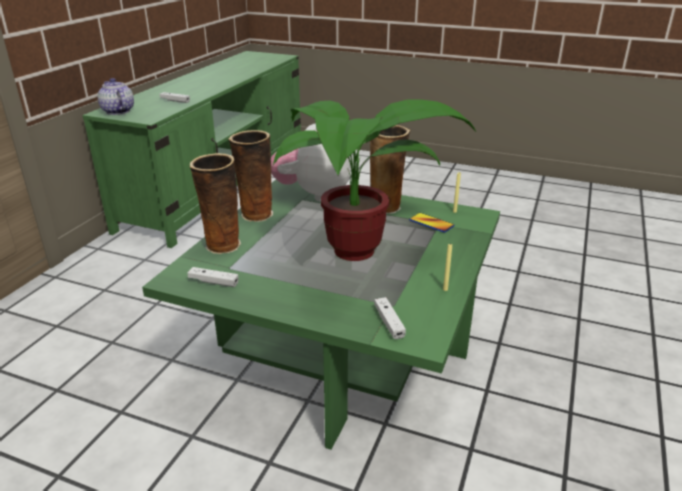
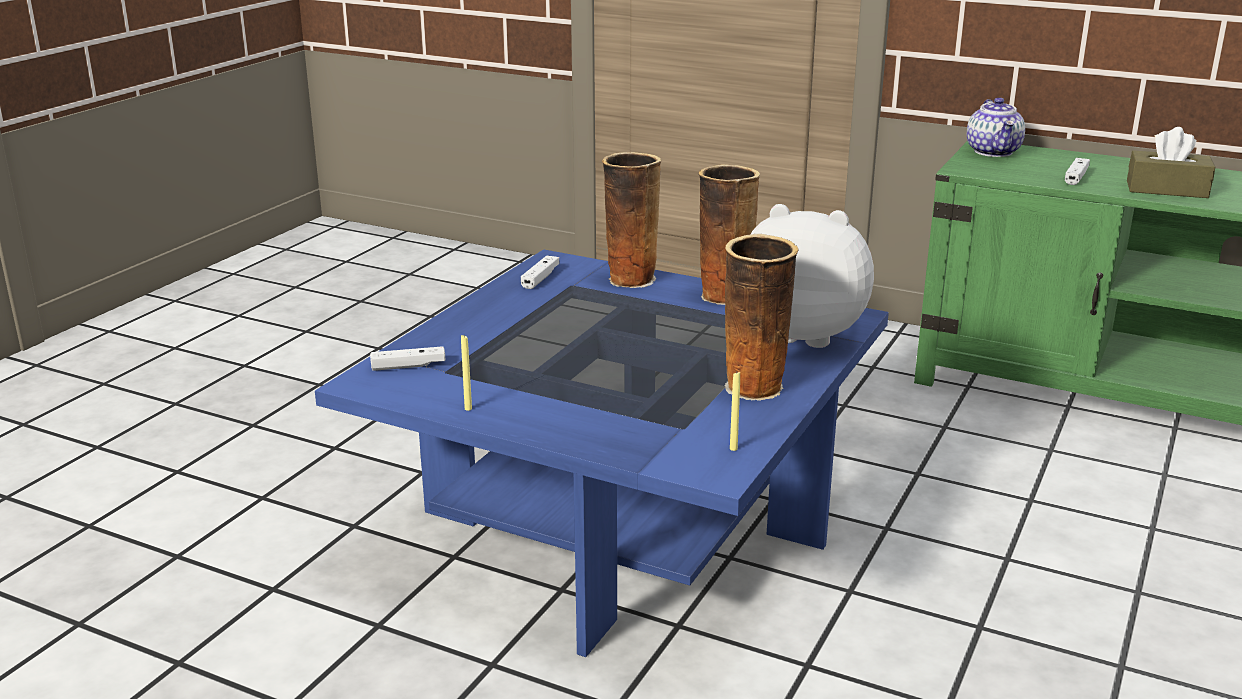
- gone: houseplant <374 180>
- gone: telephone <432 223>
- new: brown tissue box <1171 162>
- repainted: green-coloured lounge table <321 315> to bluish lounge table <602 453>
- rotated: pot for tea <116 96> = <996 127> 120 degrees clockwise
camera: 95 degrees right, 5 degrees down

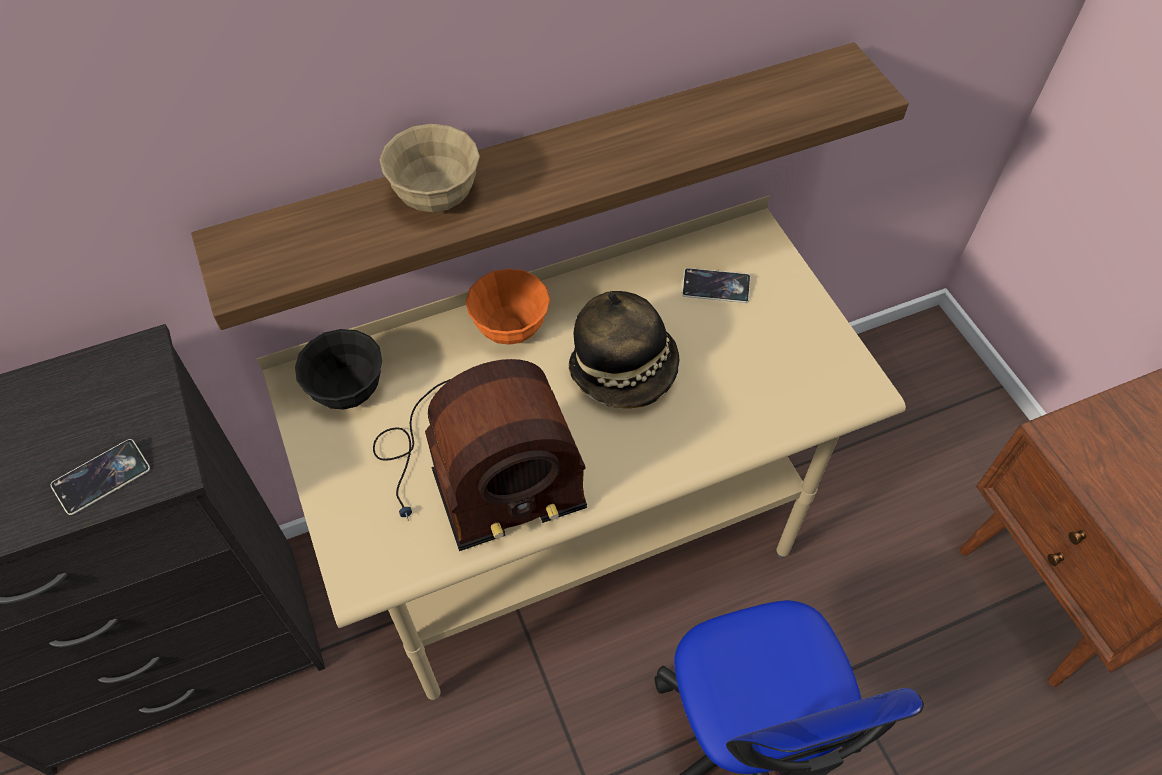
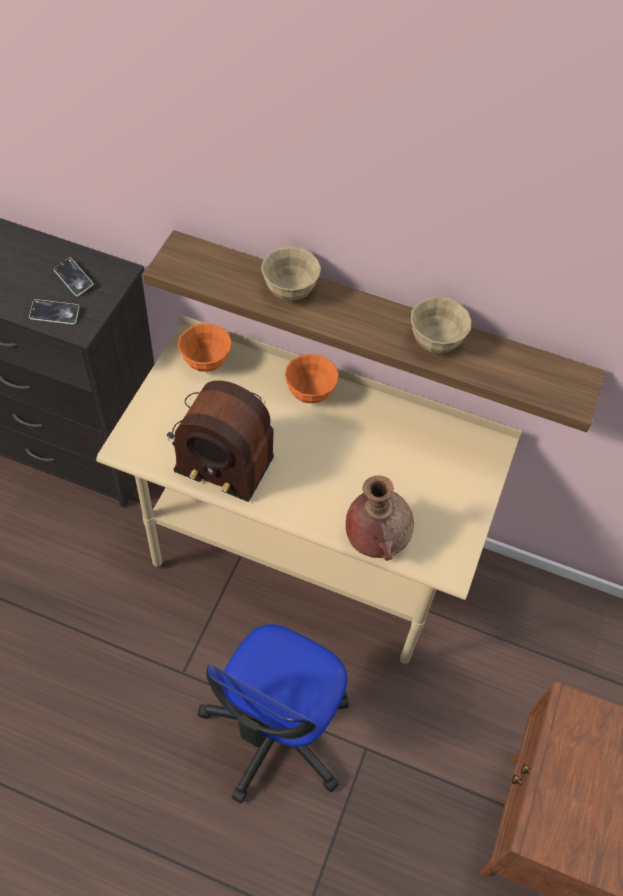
- gone: hat <624 349>
- new: brown decorative vase <380 518>
- new: sand-coloured serving bowl <441 325>
- shifted: telephone <716 285> to <73 277>
- repainted: black-coloured serving bowl <338 369> to orangey serving bowl <205 347>
camera: 40 degrees right, 0 degrees up

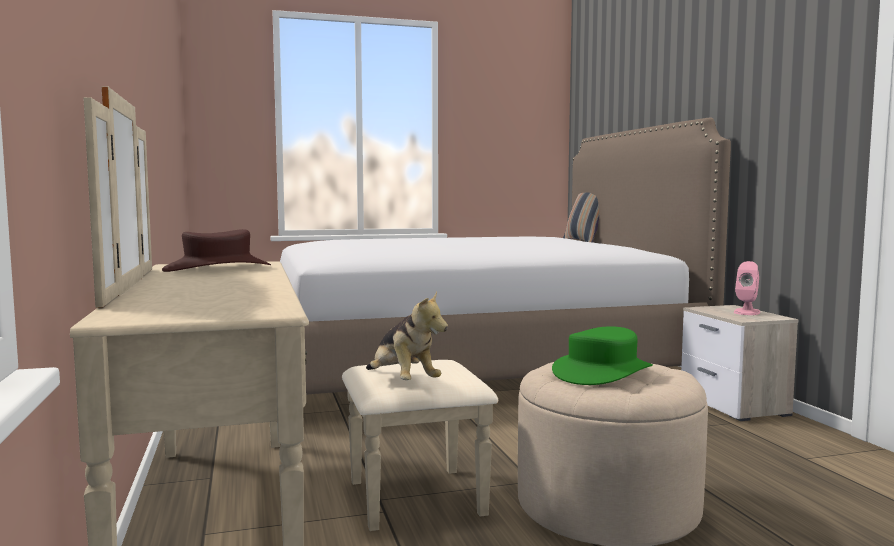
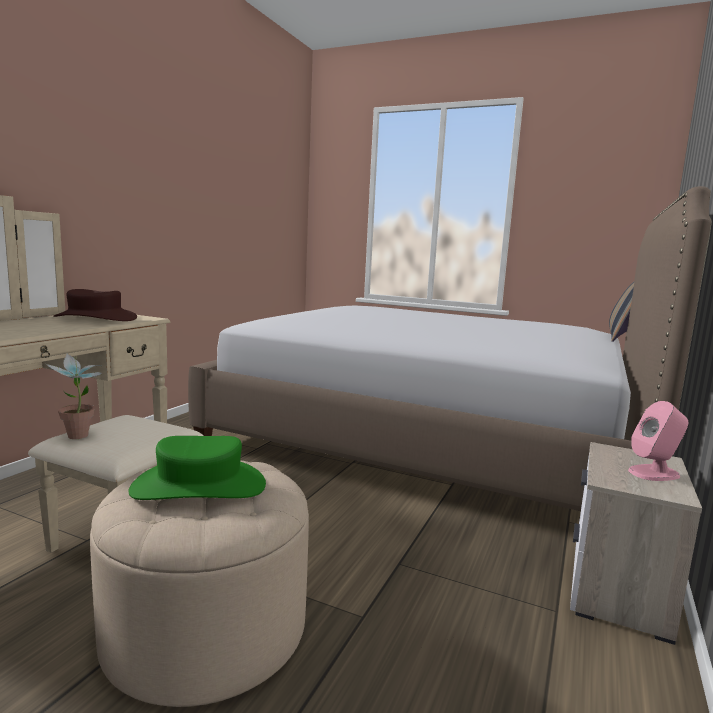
- swapped: cuddly toy <407 335> to houseplant <74 396>
camera: 40 degrees right, 5 degrees up

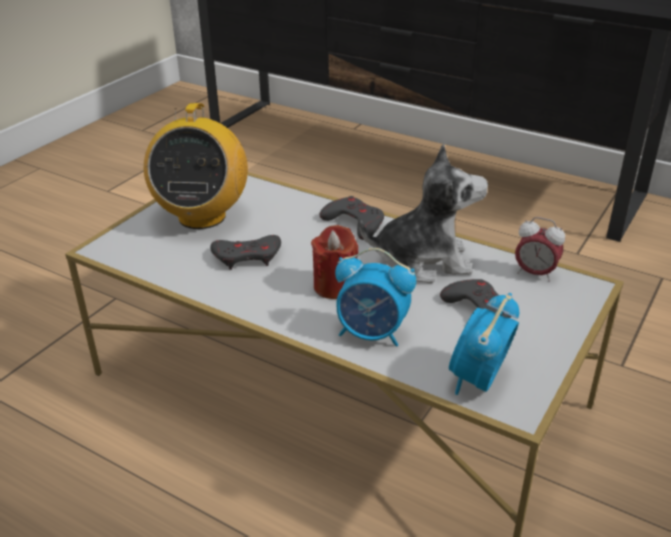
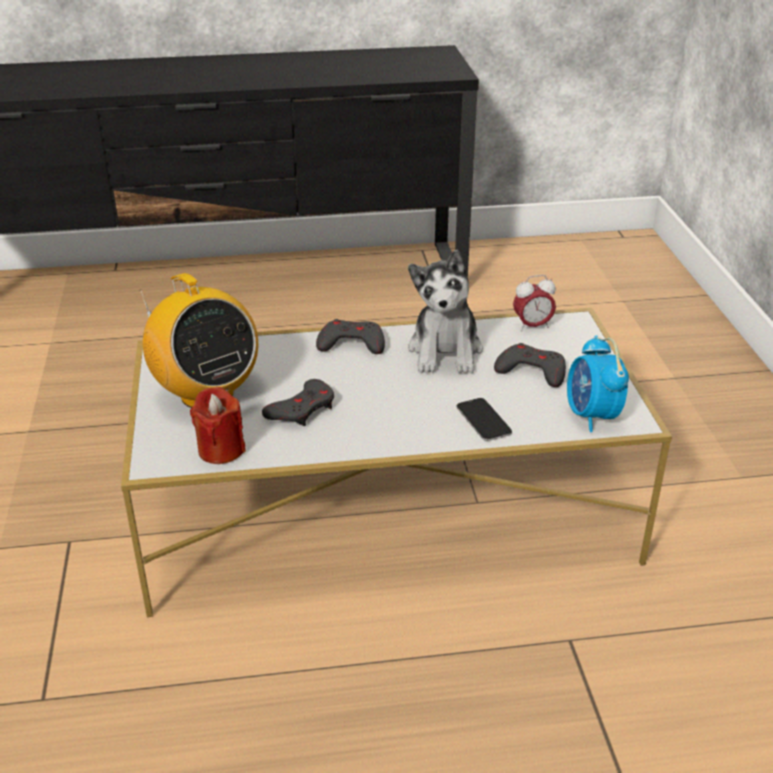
- shifted: red wax light <334 262> to <218 425>
- swapped: alarm clock <375 297> to telephone <484 419>
- rotated: cuddly toy <424 213> = <445 312> 135 degrees clockwise
camera: 40 degrees left, 0 degrees up

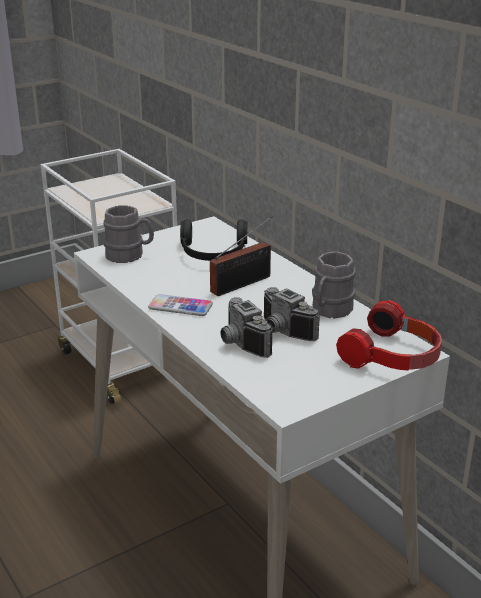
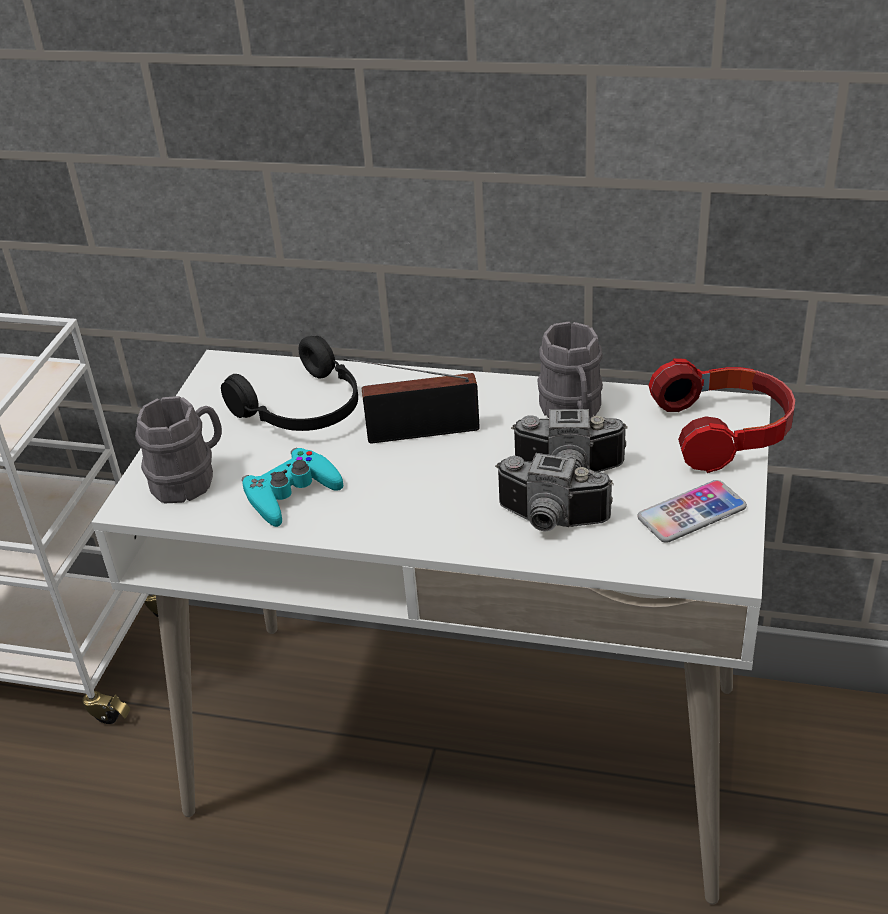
- new: turquoise-coloured gamepad <292 487>
- shifted: telephone <180 305> to <692 511>
- rotated: radio receiver <241 256> = <411 400> 105 degrees counterclockwise
camera: 40 degrees left, 10 degrees up

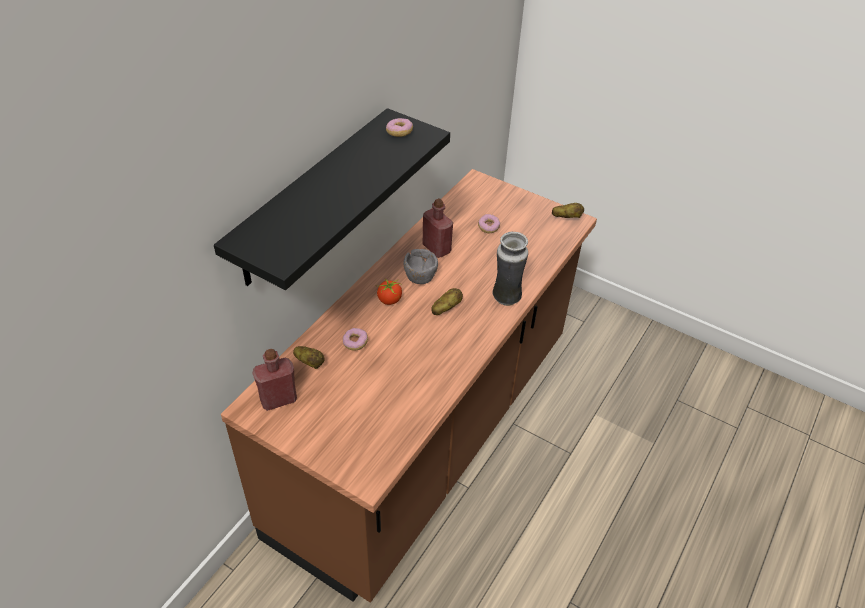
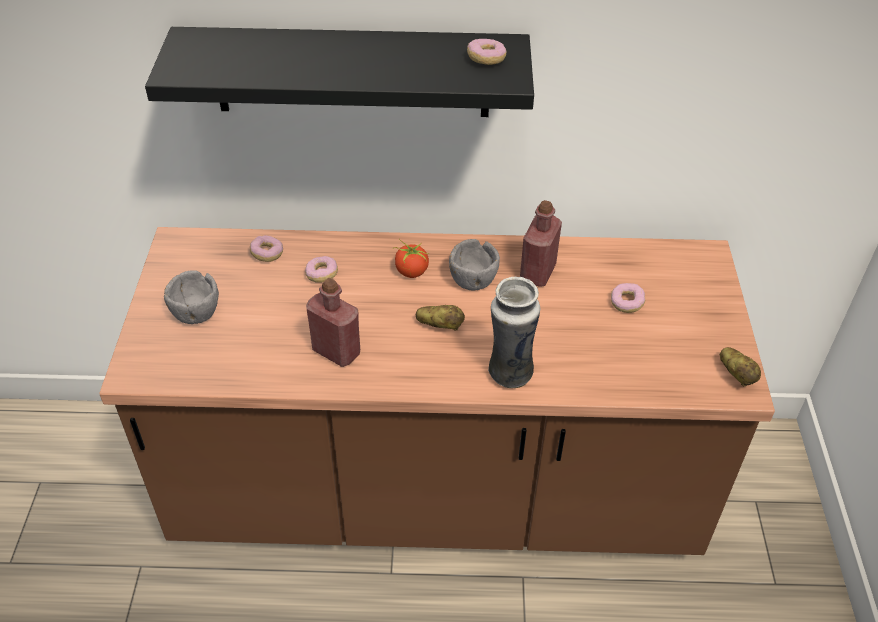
- new: grey serving bowl <191 297>
- shifted: red drink bottle <274 380> to <333 322>
- swapped: potato <308 357> to doughnut <266 248>
camera: 60 degrees right, 0 degrees up

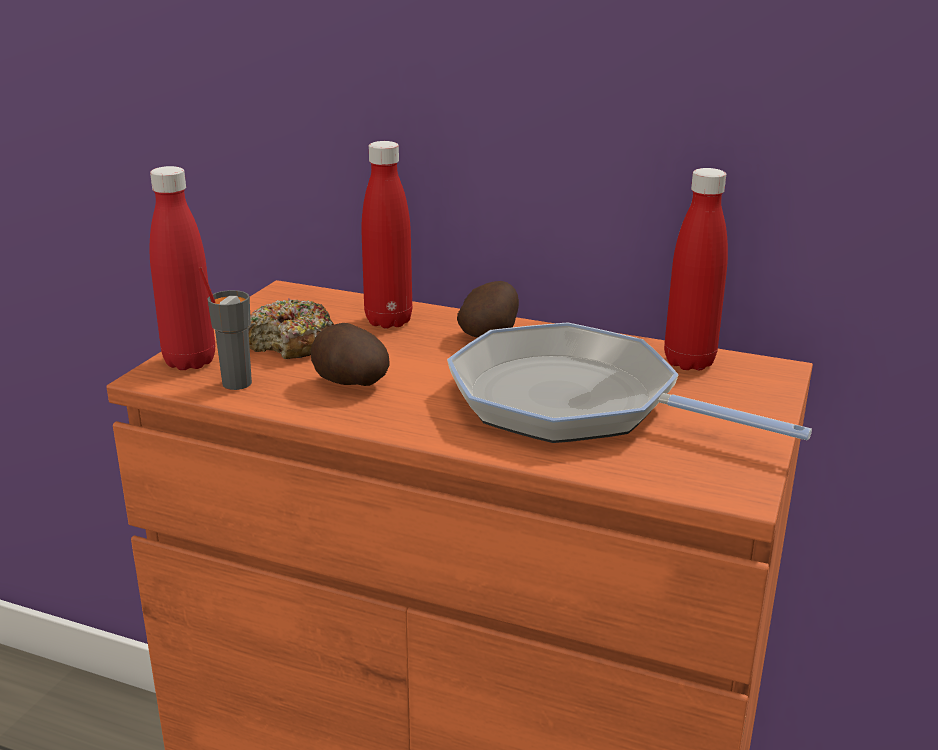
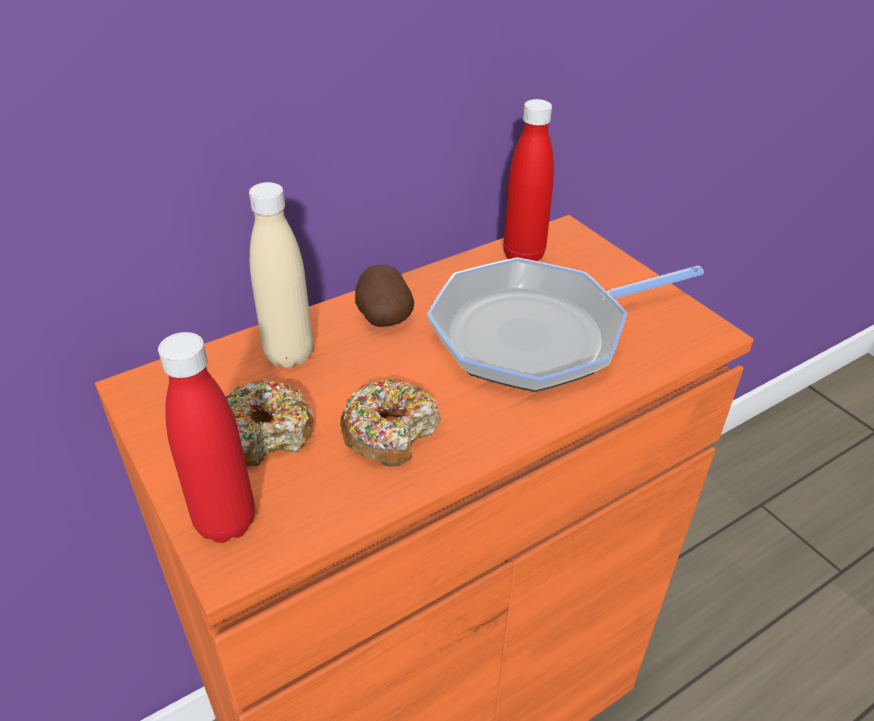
- gone: grey cup <225 328>
- swapped: potato <350 354> to doughnut <390 423>
- repainted: red drink bottle <387 234> to sand-coloured drink bottle <281 275>
camera: 55 degrees left, 15 degrees up

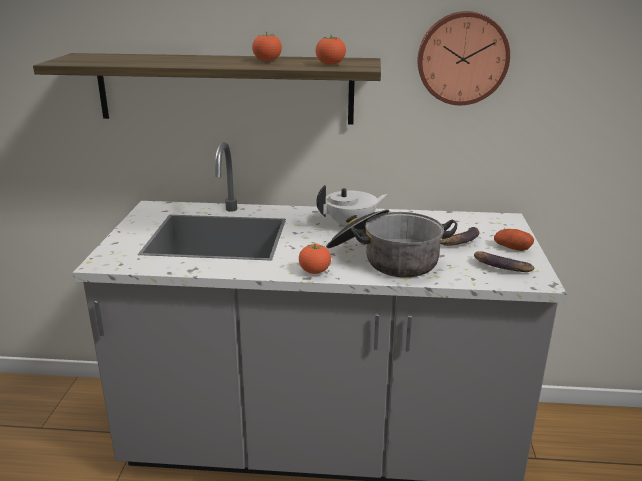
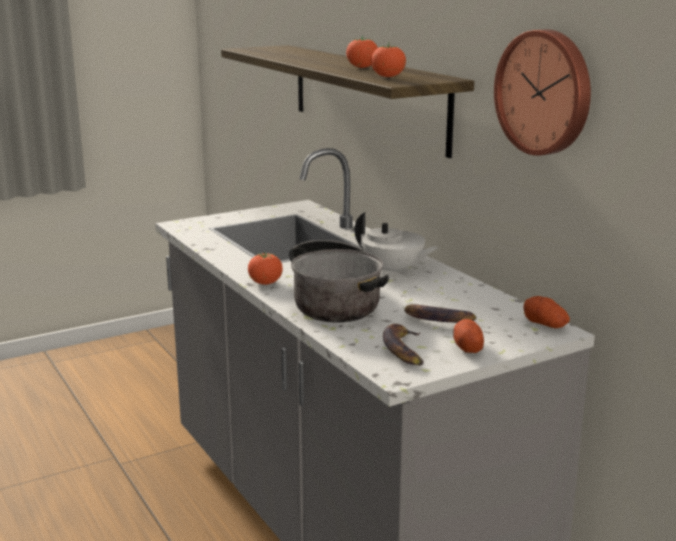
- new: potato <547 312>
camera: 55 degrees right, 5 degrees down

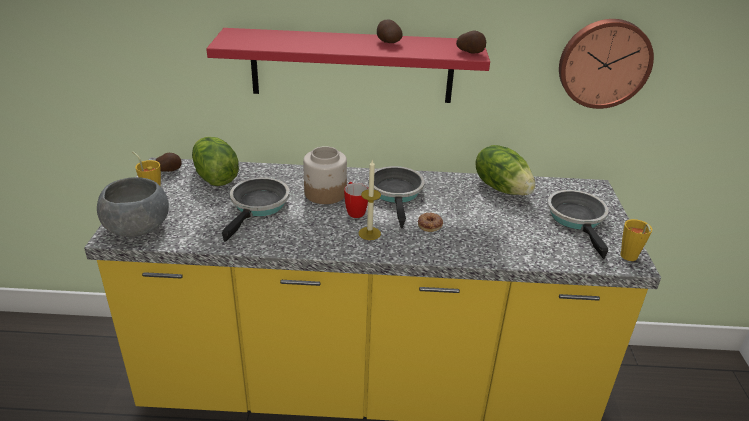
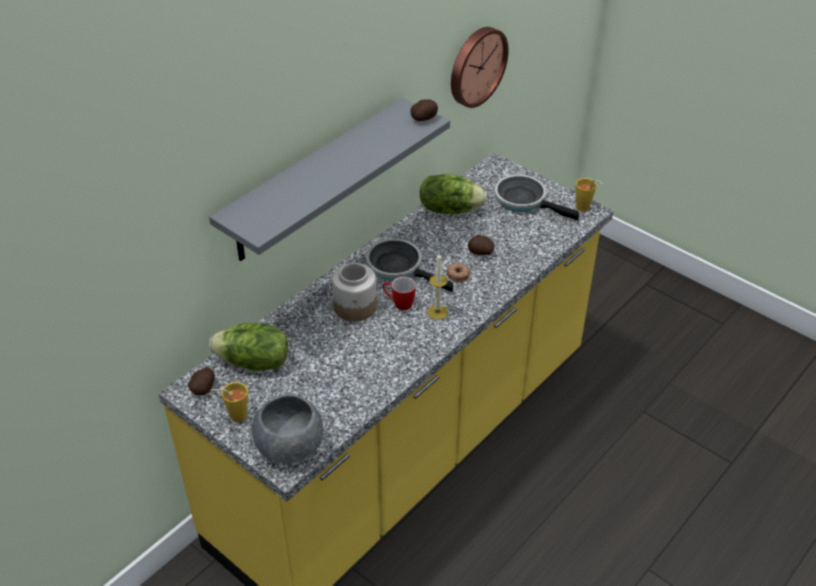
- gone: frying pan <256 209>
- shifted: potato <390 31> to <481 245>
- repainted: red wall shelf <348 65> to grey wall shelf <329 179>
camera: 50 degrees left, 10 degrees up

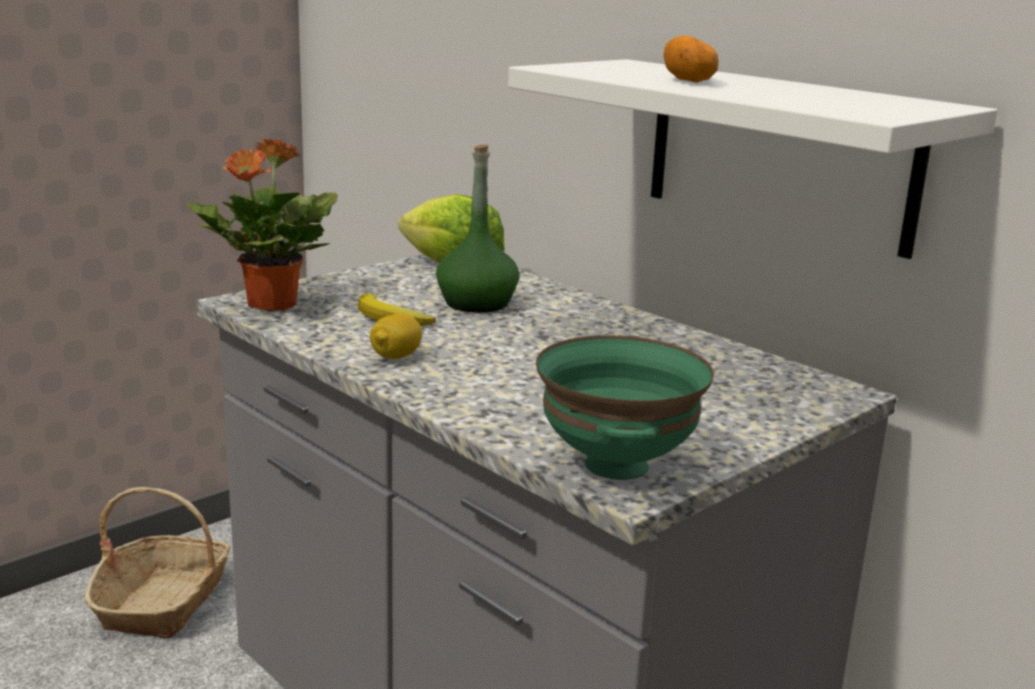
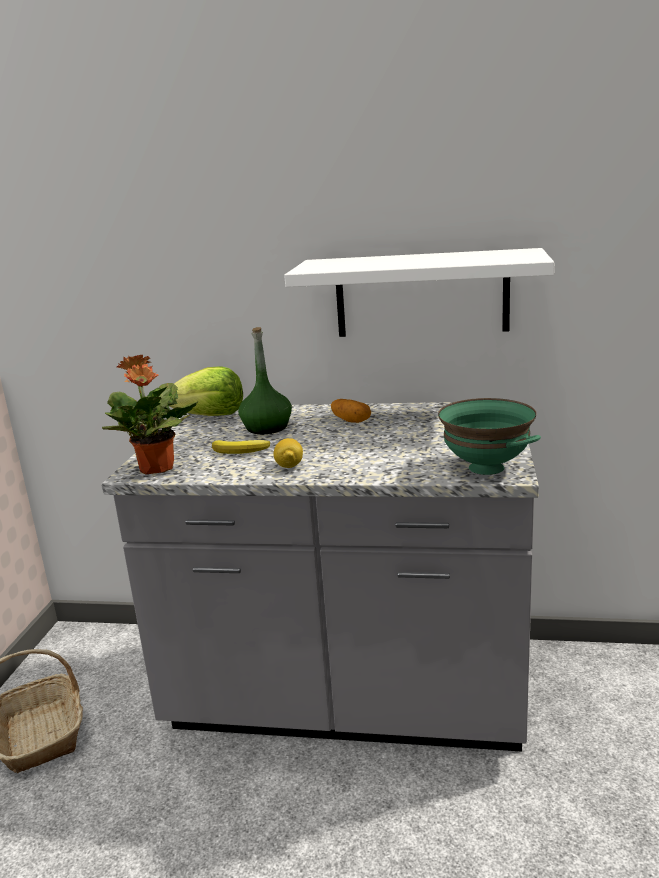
- shifted: potato <691 59> to <351 411>
camera: 35 degrees left, 0 degrees up

